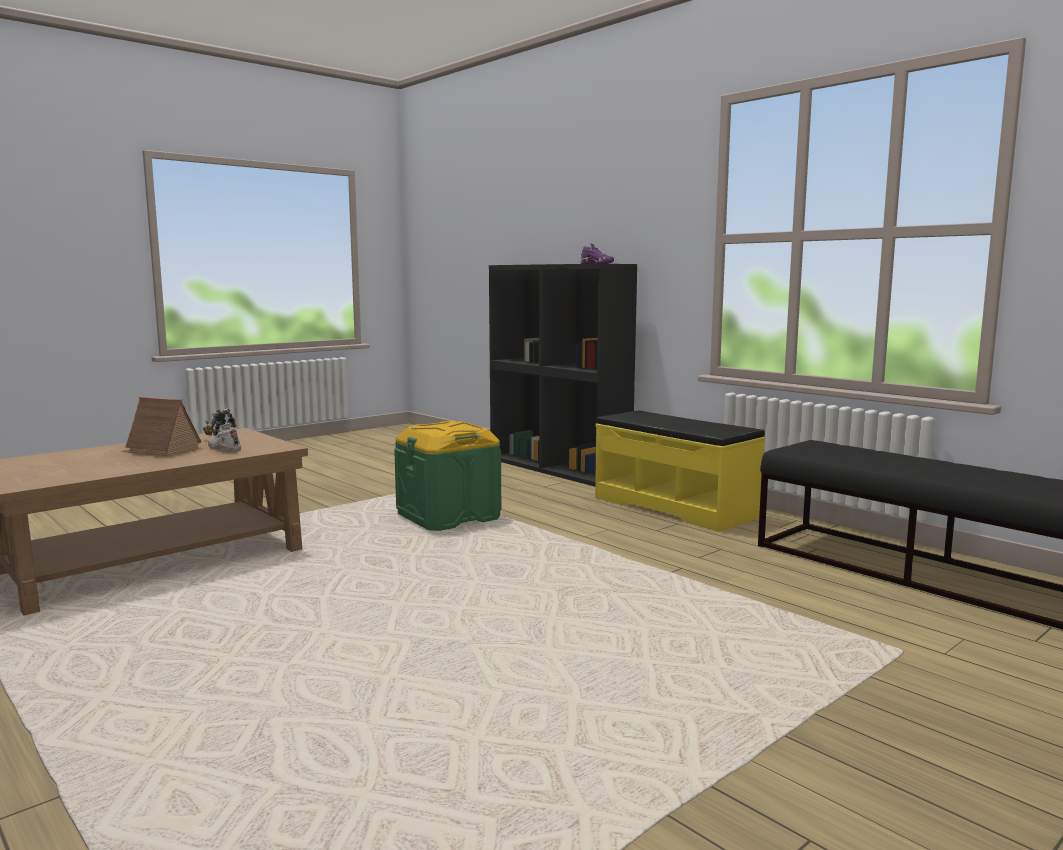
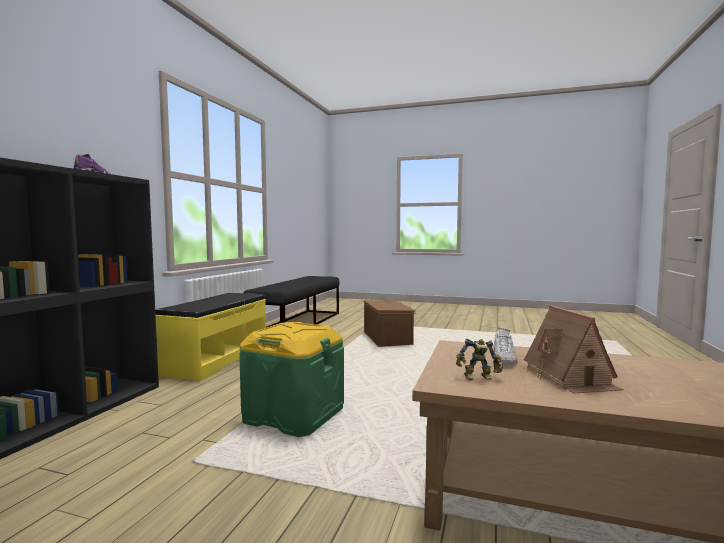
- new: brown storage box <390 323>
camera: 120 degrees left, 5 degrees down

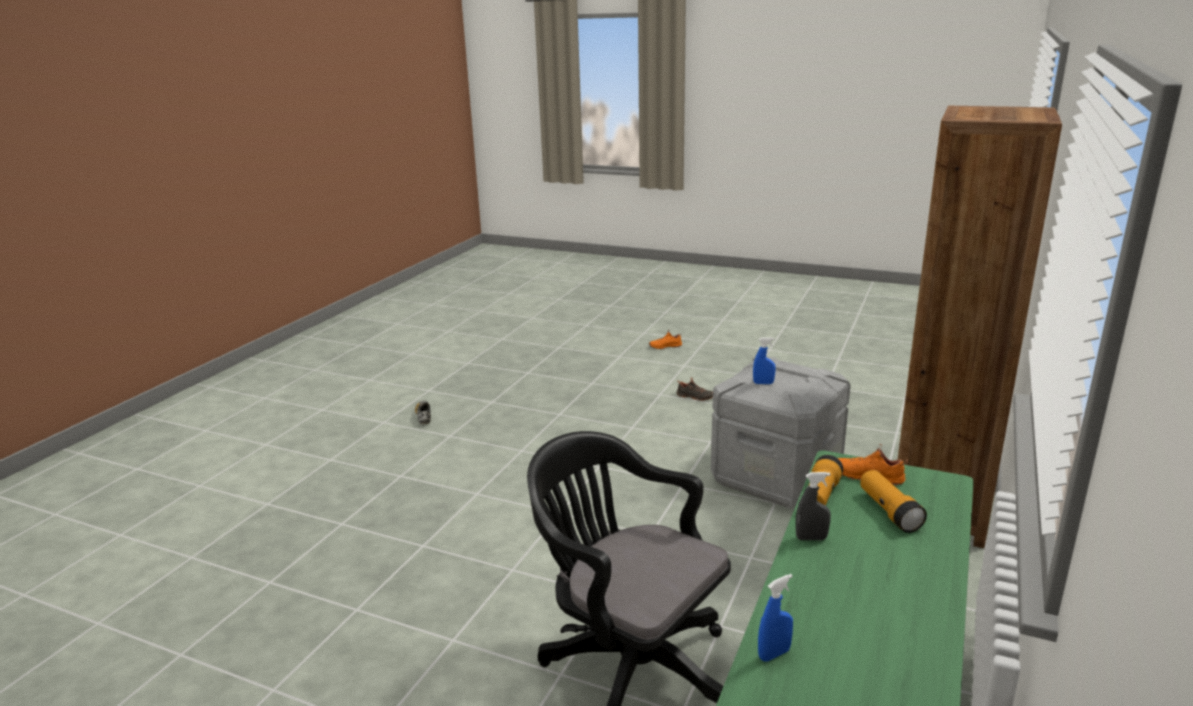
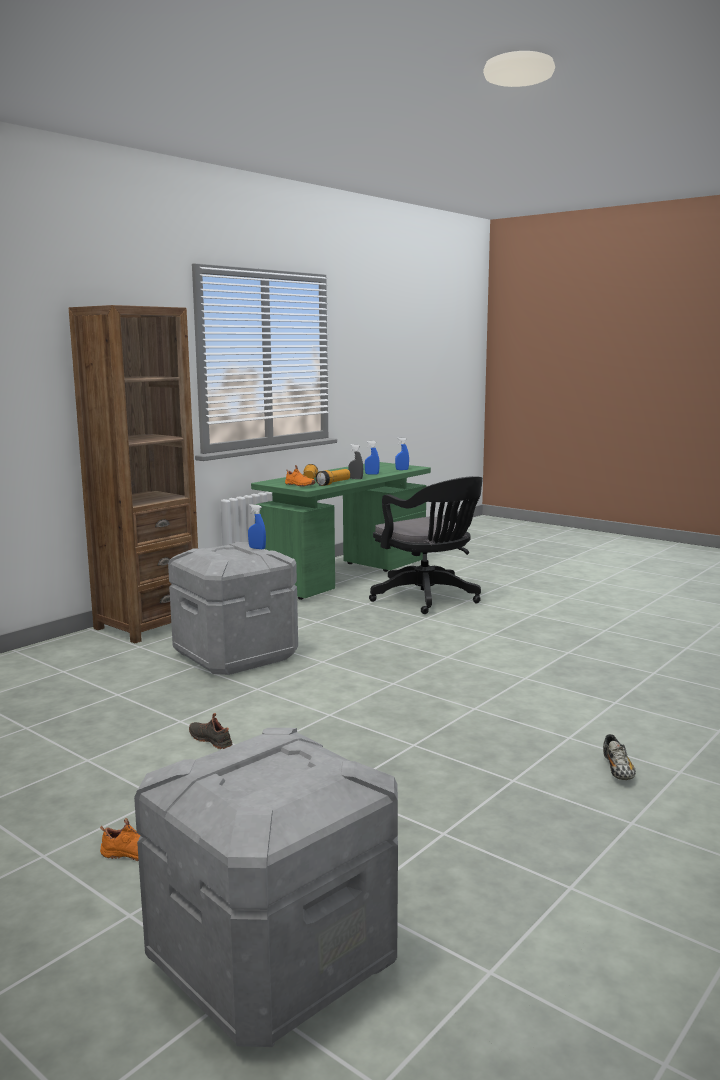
- new: grey storage box <266 887>
- new: bluish hand sprayer <372 457>
camera: 165 degrees left, 10 degrees down

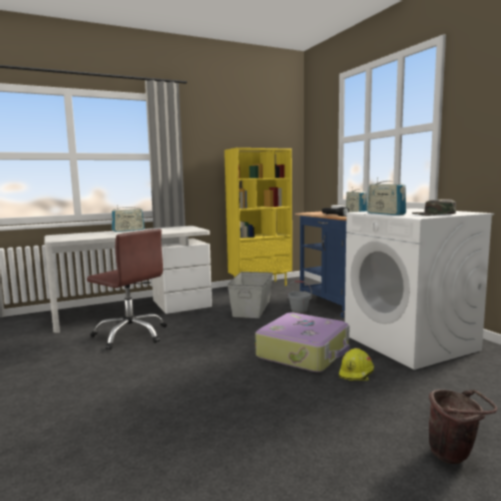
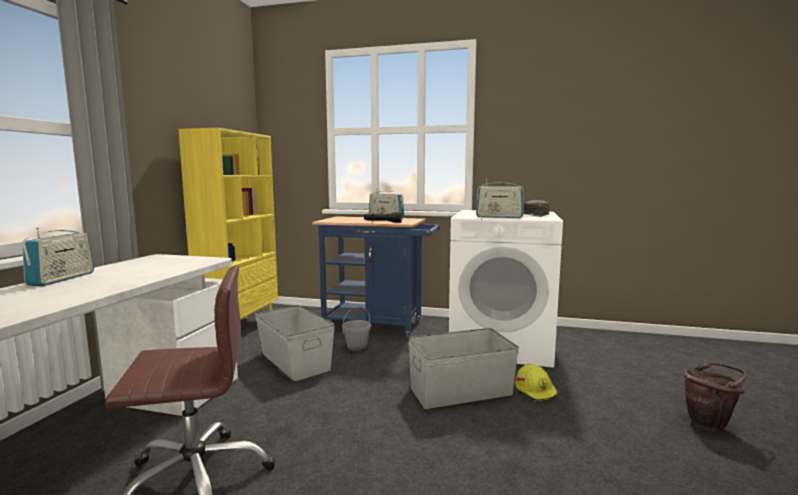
- swapped: piece of luggage <302 342> to grey storage box <464 368>
camera: 50 degrees left, 0 degrees up

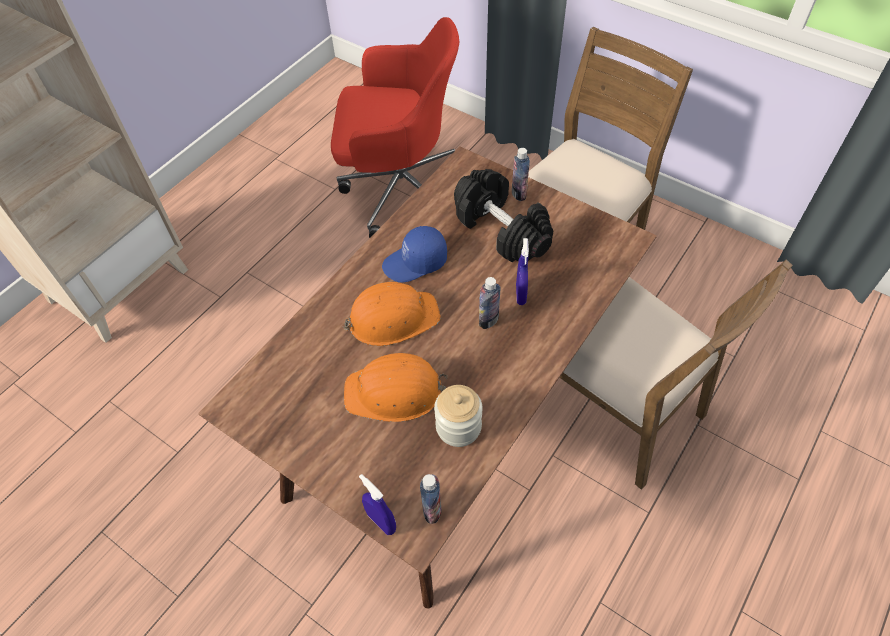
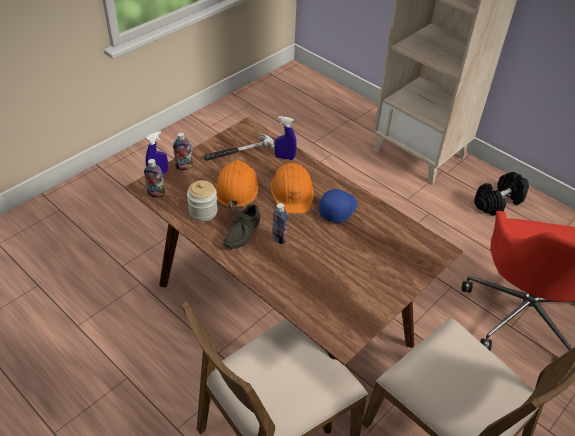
- new: hammer <239 147>
- new: grey low shoe <241 226>
- shifted: black-coloured hand weight <503 215> to <501 194>
- shifted: drink bottle <521 174> to <183 151>
- shifted: bluish hand sprayer <522 271> to <286 138>
- rotated: bluish baseball cap <414 254> = <338 206> 45 degrees clockwise
camera: 95 degrees right, 10 degrees down

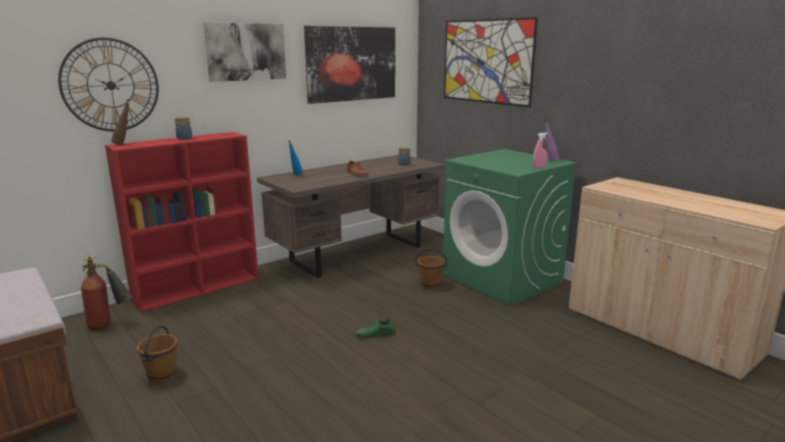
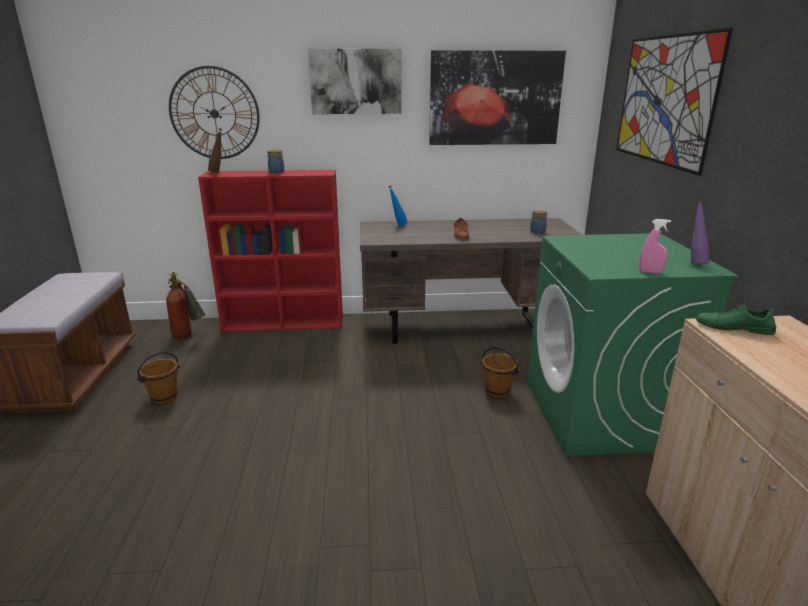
- shifted: green-coloured low shoe <376 328> to <736 319>
camera: 35 degrees right, 5 degrees up

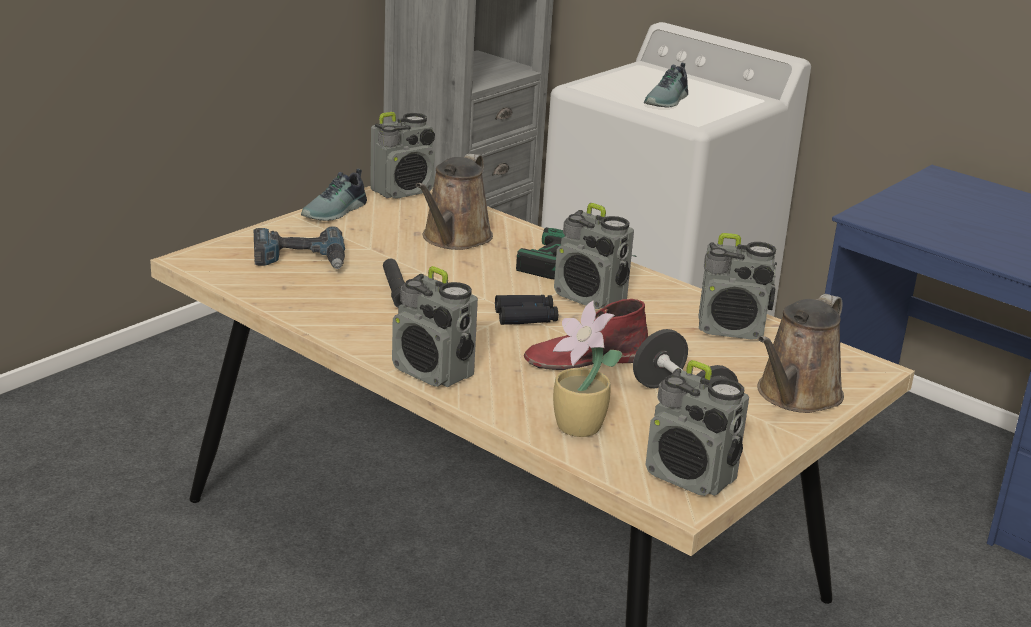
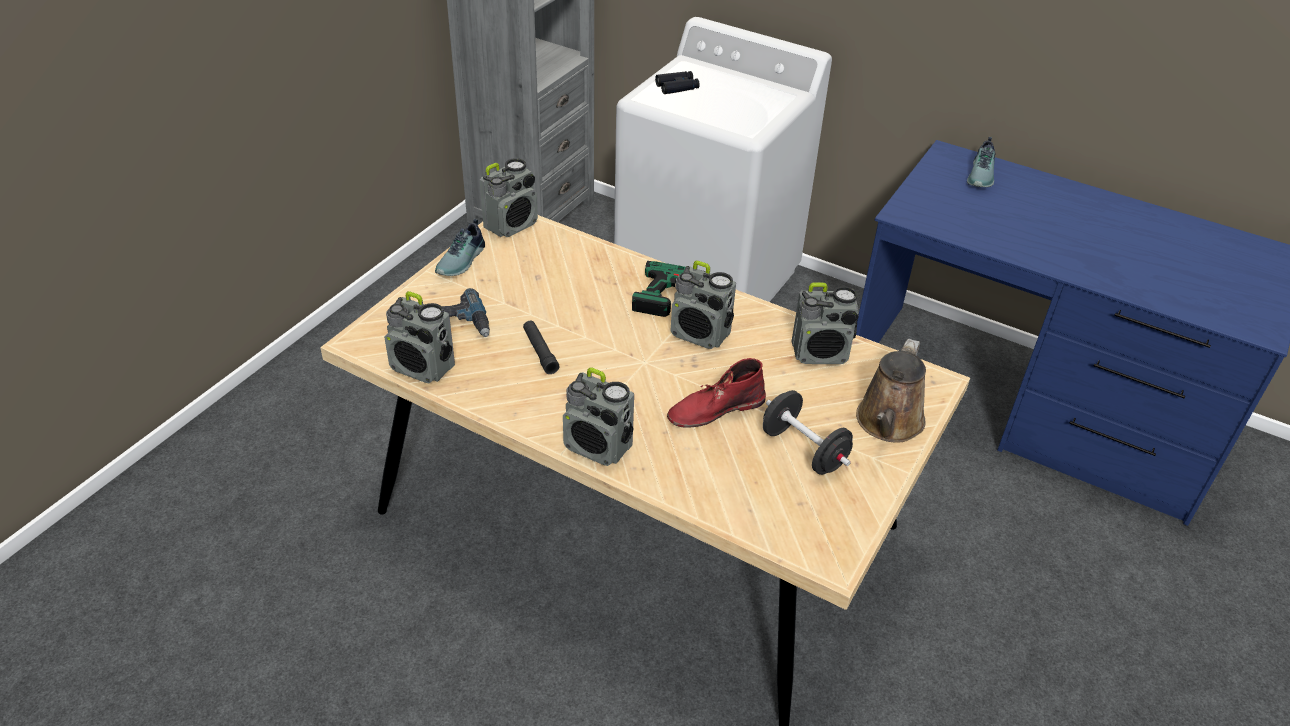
- gone: brown watering can <454 202>
- gone: houseplant <588 369>
- shifted: black-coloured binoculars <526 310> to <677 82>
- shifted: low shoe <666 85> to <981 162>
- shifted: radio receiver <697 428> to <419 337>
camera: 10 degrees left, 15 degrees up

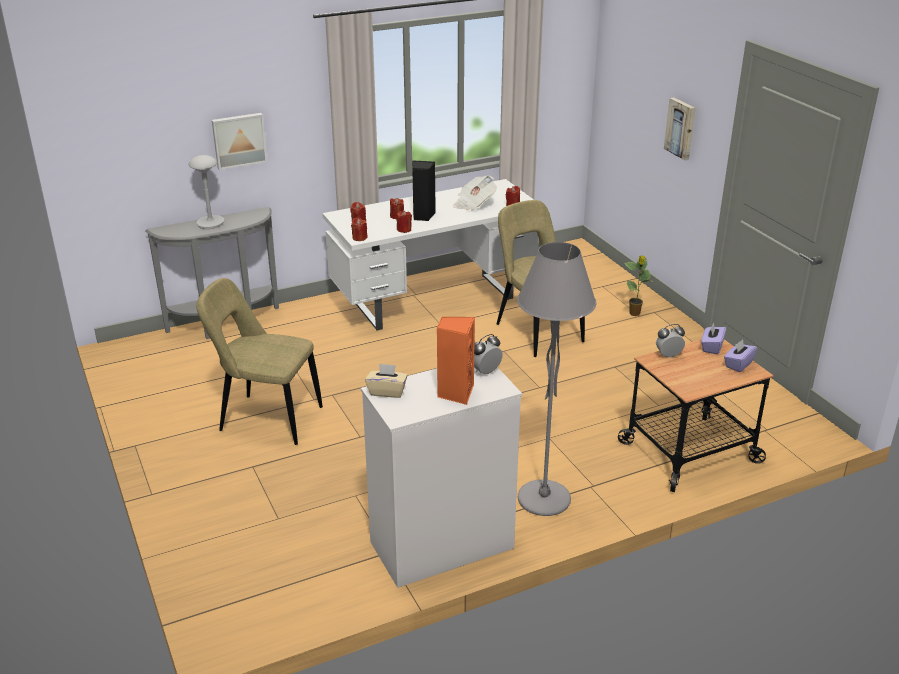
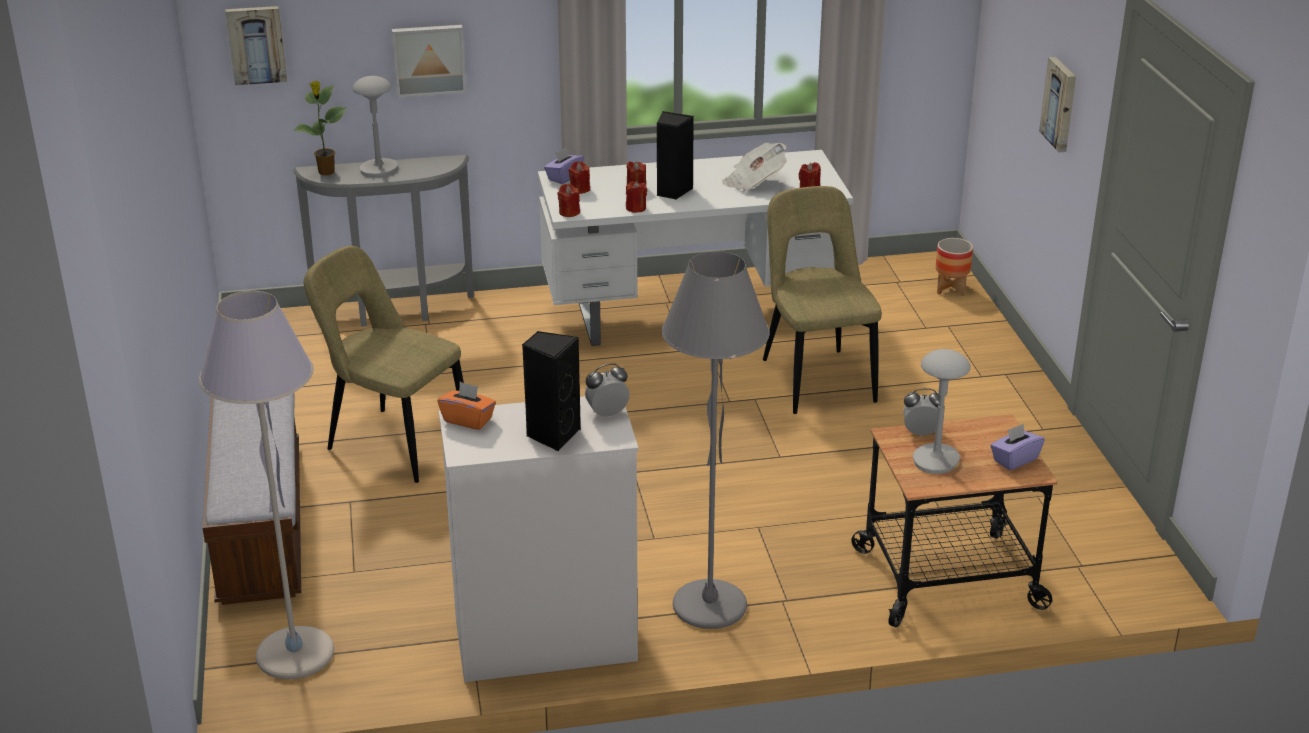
- new: grey standard lamp <266 485>
- new: long seat <251 499>
- new: wall picture <256 45>
- new: grey tabletop lamp <941 411>
- new: planter <954 267>
- shifted: houseplant <639 286> to <319 128>
- shifted: purple tissue box <713 338> to <564 166>
- repainted: sand-coloured tissue box <386 380> to orangey tissue box <467 406>
- repainted: orangey speaker <456 361> to black-coloured speaker <551 391>
camera: 15 degrees right, 0 degrees up

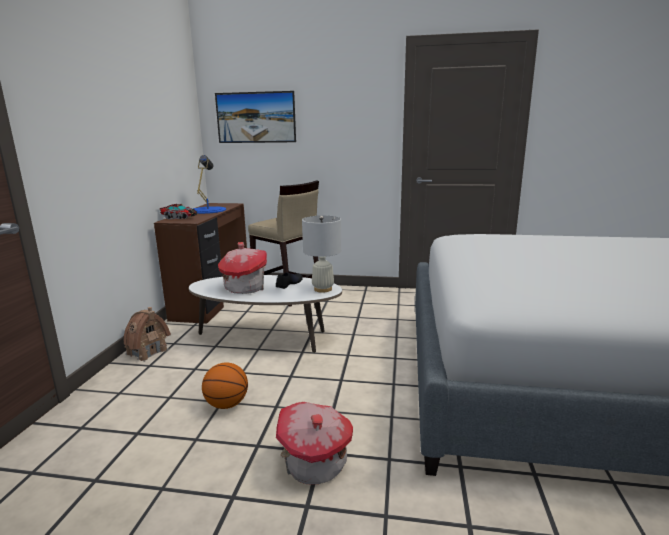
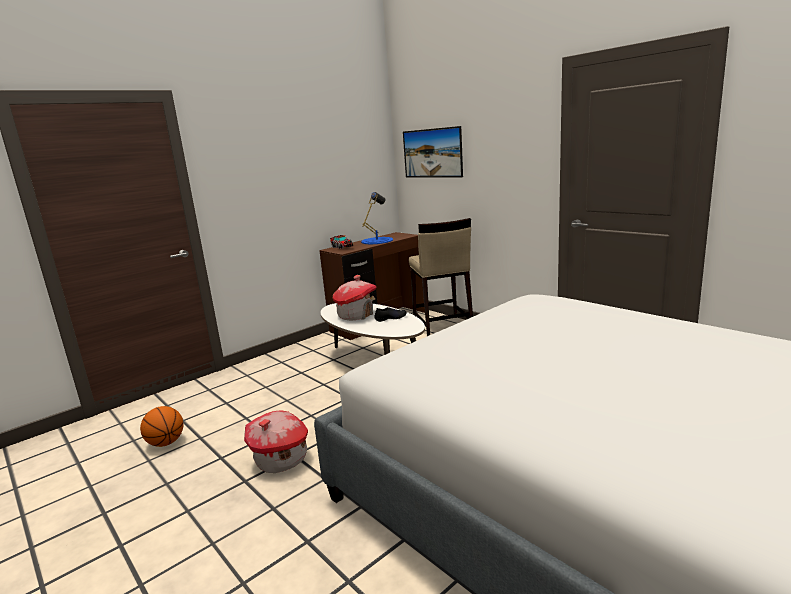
- gone: miniature house <147 334>
- gone: white tabletop lamp <321 254>
- shifted: ball for basketball <225 386> to <161 426>
camera: 40 degrees right, 0 degrees up

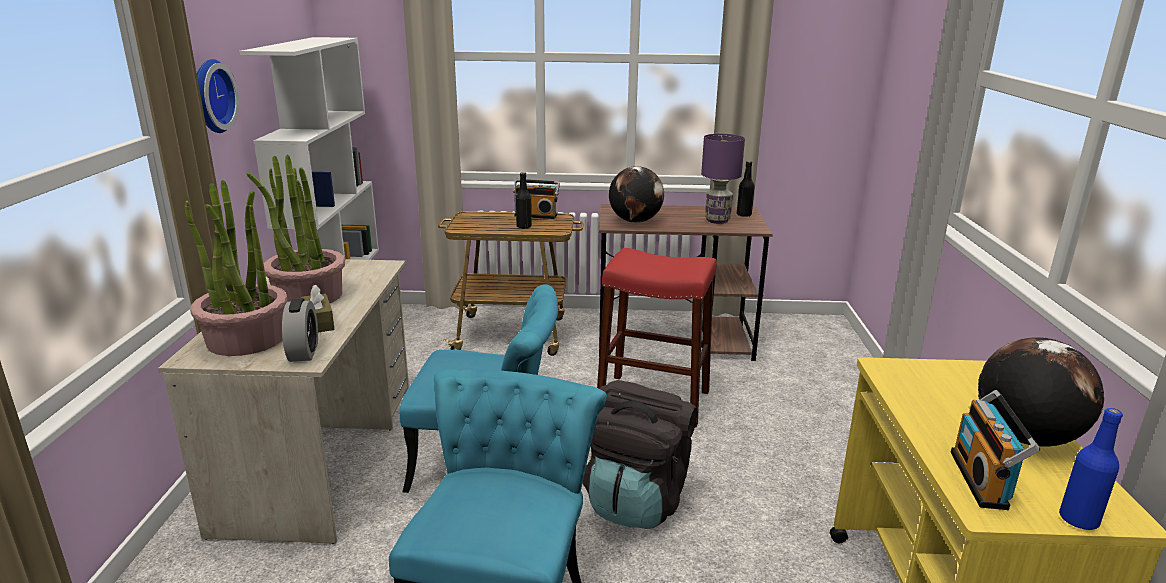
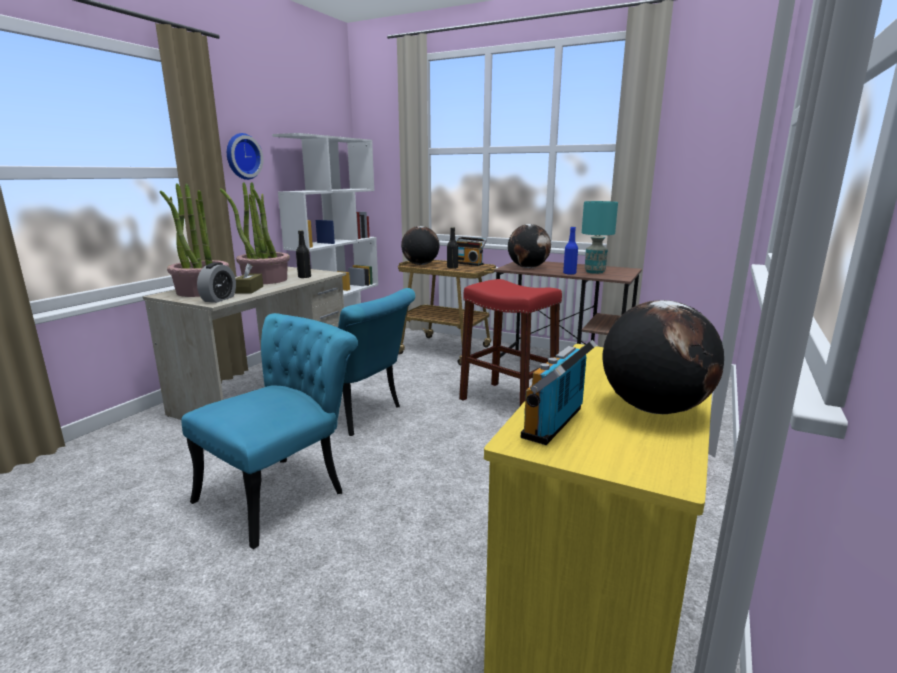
- gone: black-coloured rucksack <640 454>
- new: globe <420 245>
- shifted: black-coloured drink bottle <746 189> to <303 254>
- shifted: bluish drink bottle <1091 469> to <570 250>
- repainted: purple tabletop lamp <723 179> to turquoise-coloured tabletop lamp <600 237>
camera: 25 degrees right, 5 degrees down

